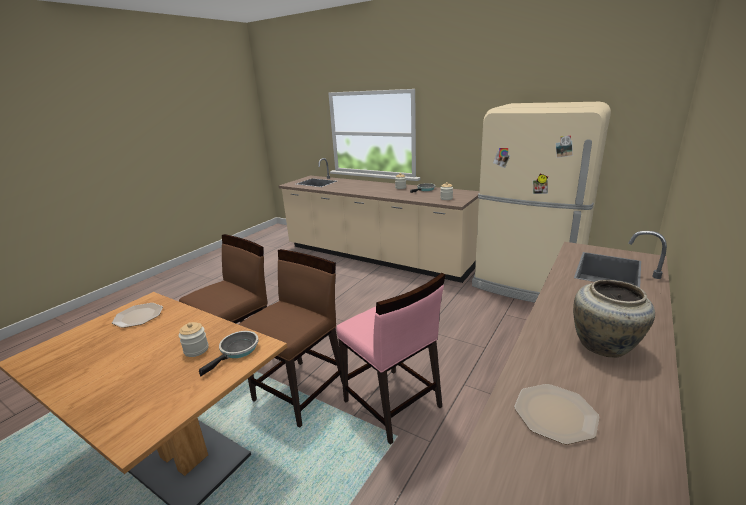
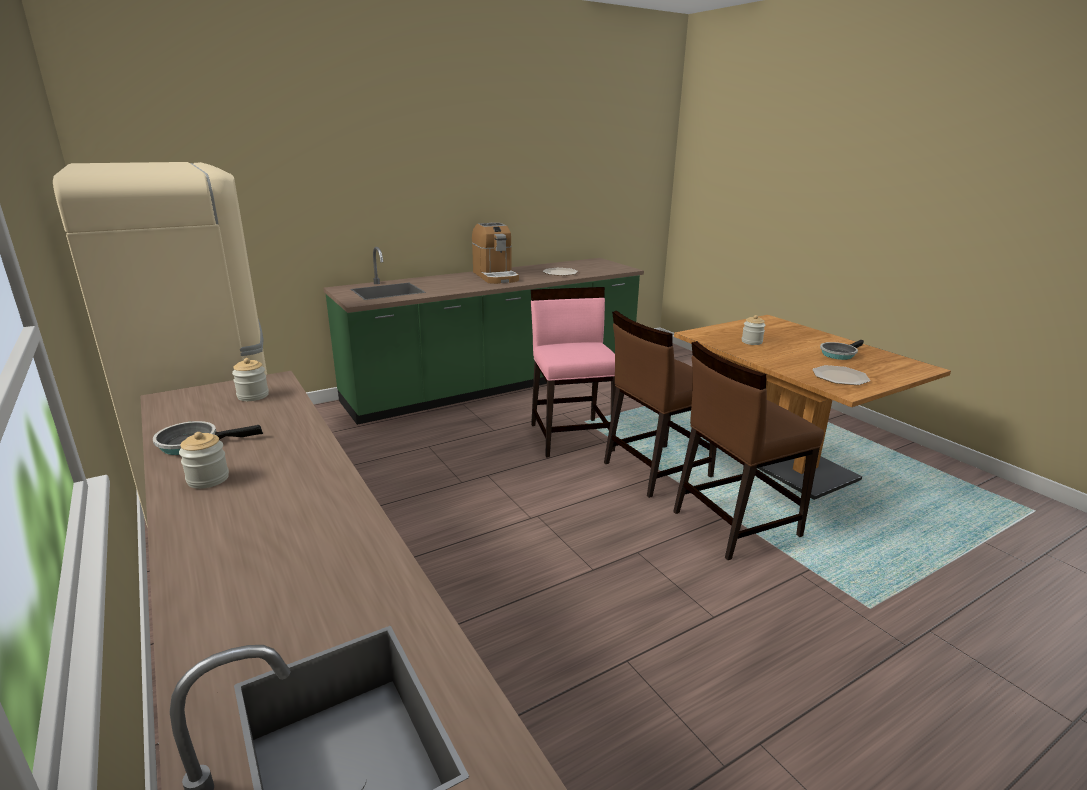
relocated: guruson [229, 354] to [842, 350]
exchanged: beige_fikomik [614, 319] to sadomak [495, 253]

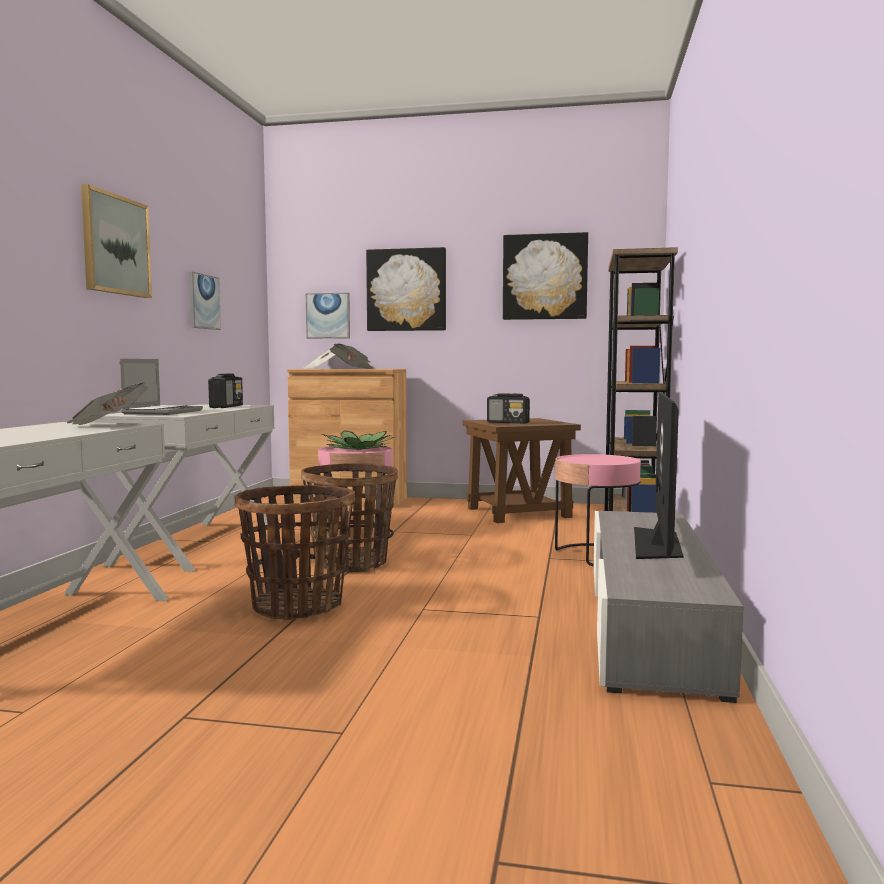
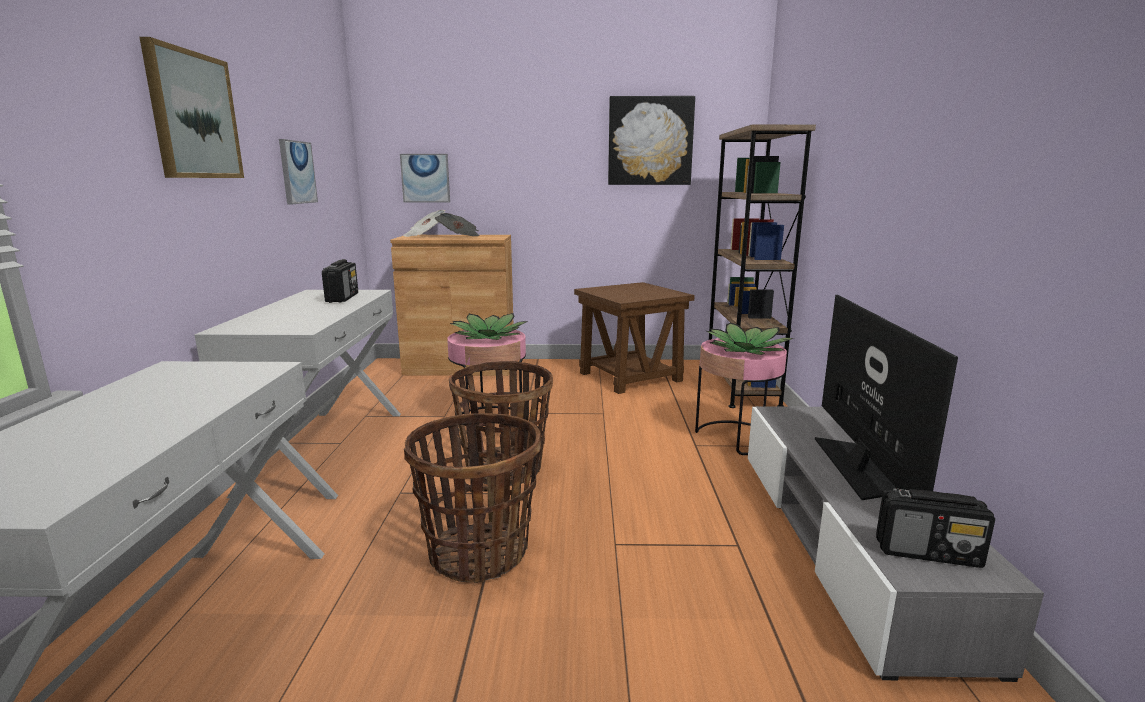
missing: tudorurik [107, 403]; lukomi [161, 387]; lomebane [406, 289]
appeared: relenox [749, 339]
relocated: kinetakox [508, 408] to [935, 528]

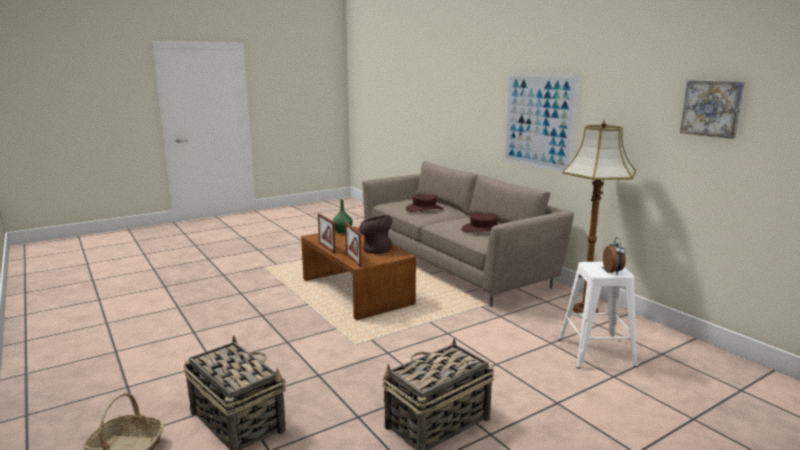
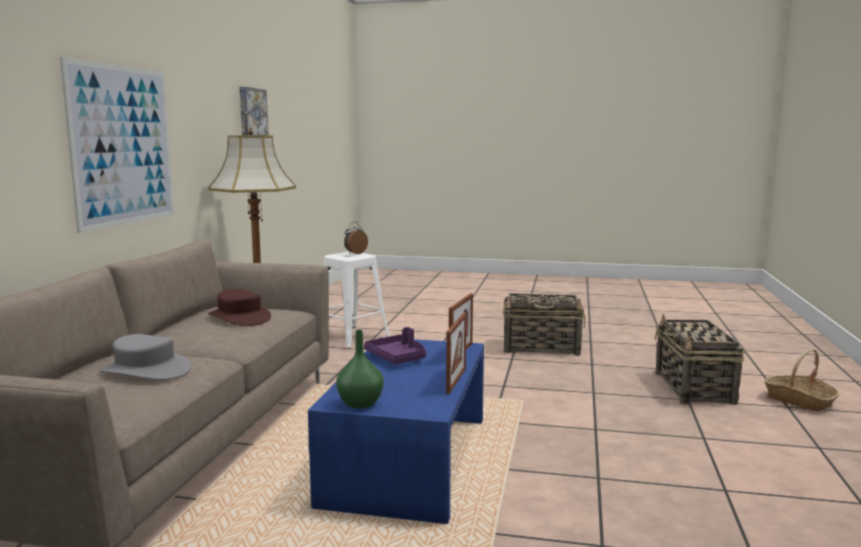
exchanged: brown_fikomik [375, 234] to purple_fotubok [395, 345]
colour: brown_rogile [358, 273] to blue_rogile [396, 430]; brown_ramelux [424, 203] to grey_ramelux [146, 357]

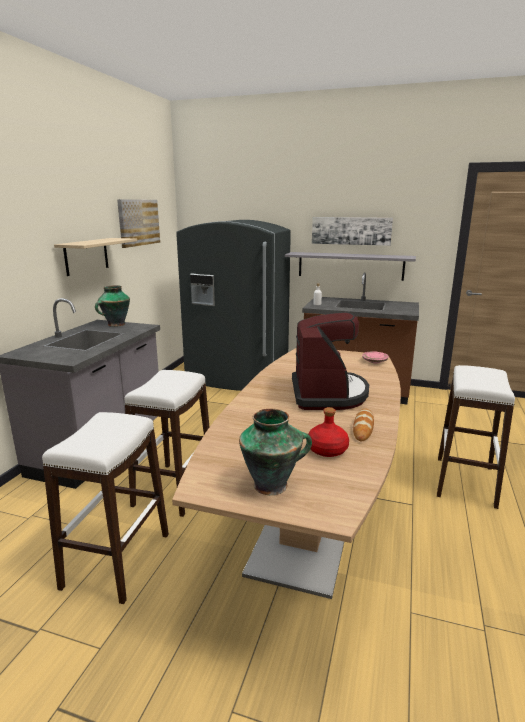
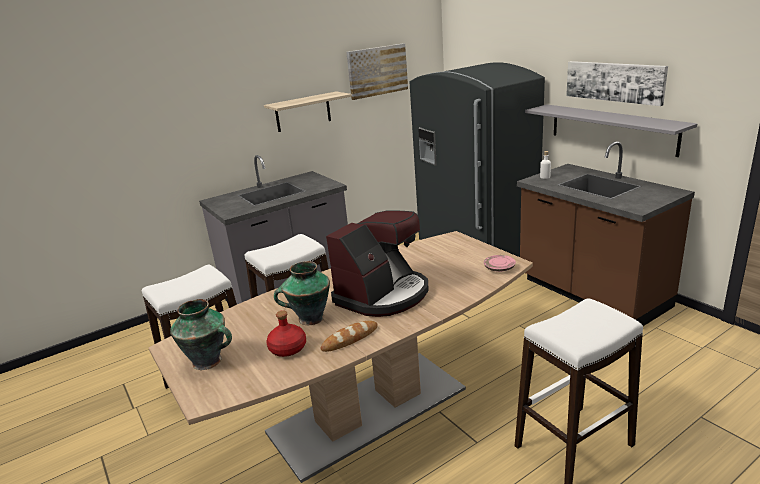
relocated: fikomik [112, 306] to [302, 293]

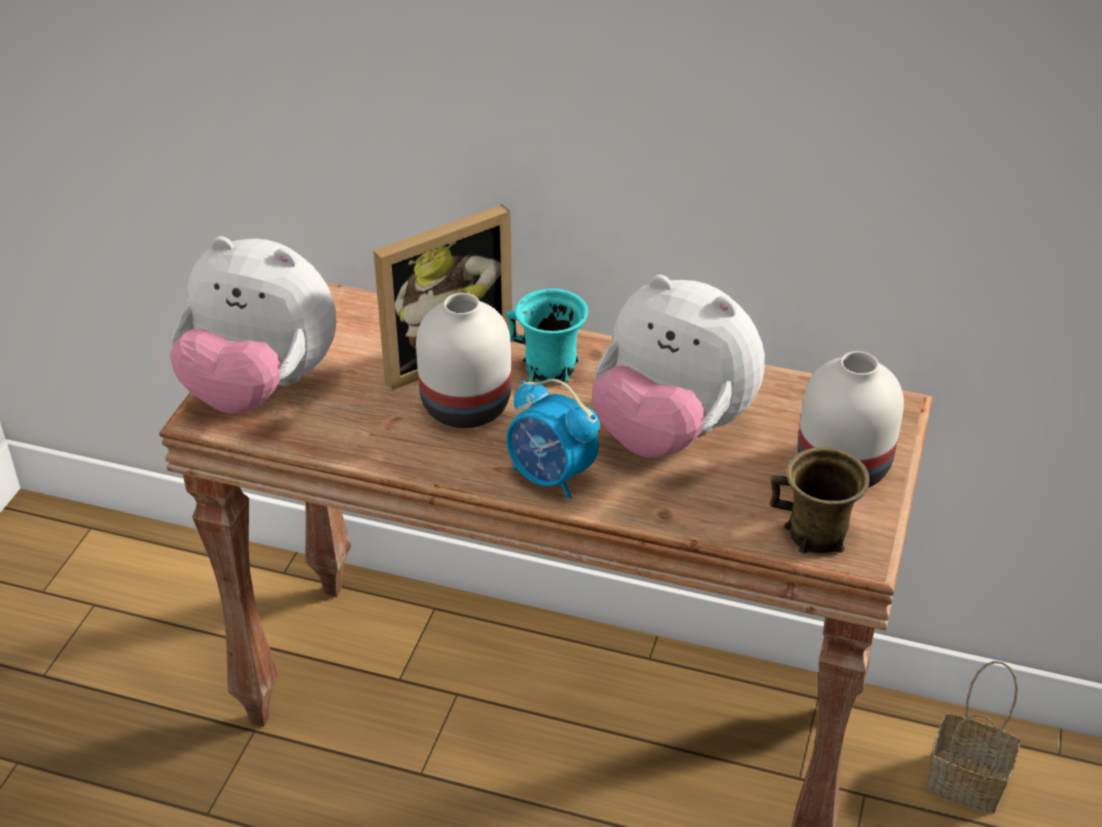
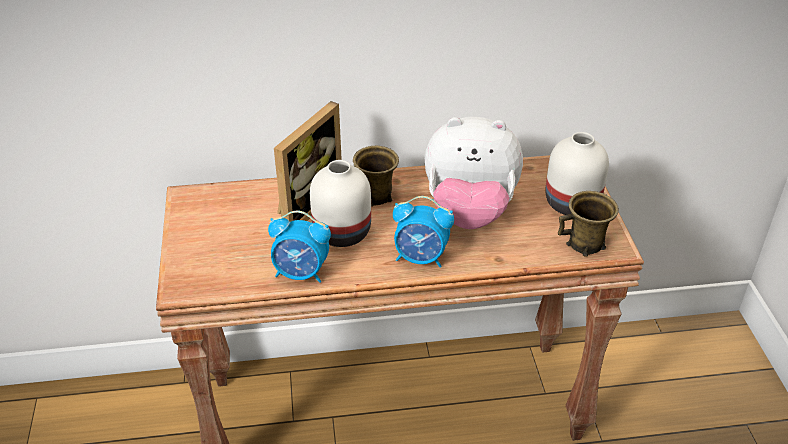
missing: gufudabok [253, 325]; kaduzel [973, 737]
appeared: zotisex [299, 247]
colour: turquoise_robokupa [547, 336] to brown_robokupa [376, 176]

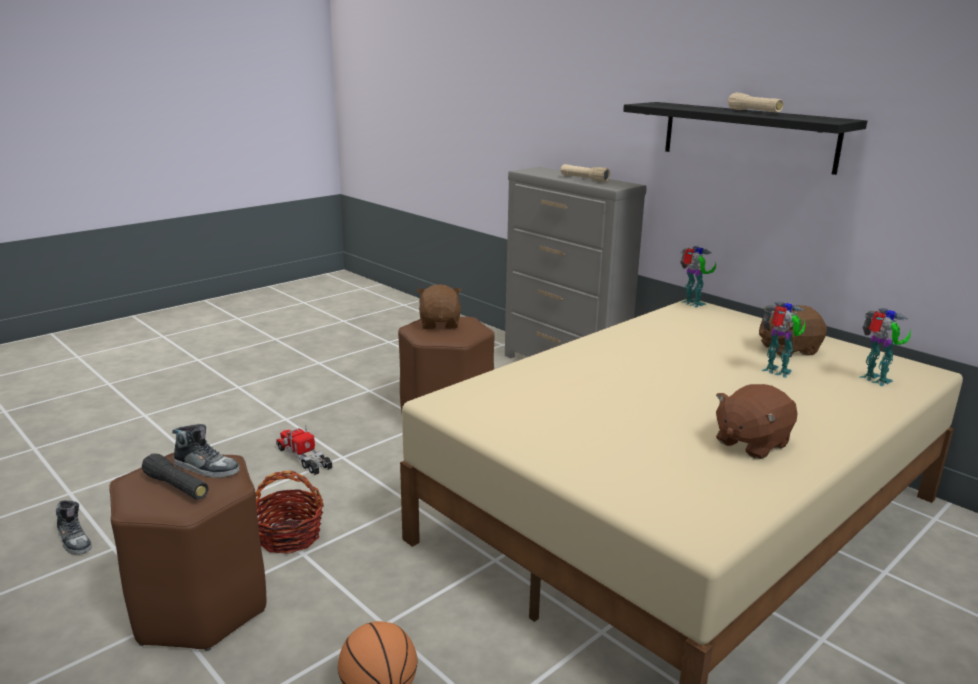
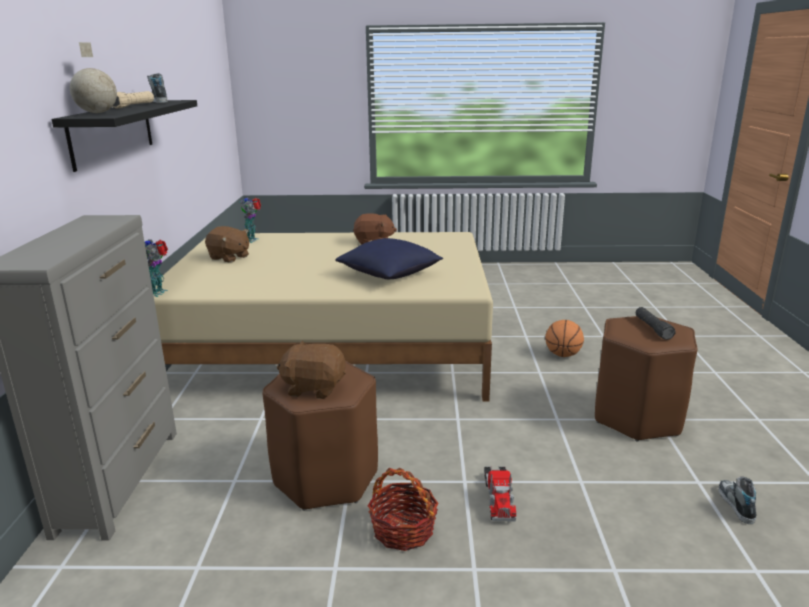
missing: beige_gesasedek [585, 173]; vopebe [783, 339]
appeared: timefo [93, 77]; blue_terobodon [389, 258]
relocated: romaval [205, 451] to [157, 88]; kaduzel [289, 512] to [403, 509]
spun: brown_gufudabok [439, 306] = [311, 370] 60 degrees clockwise

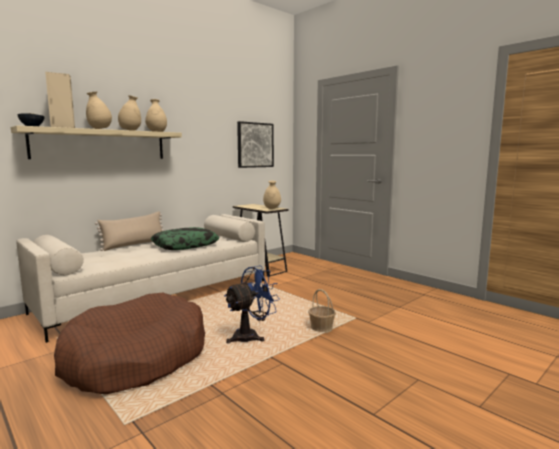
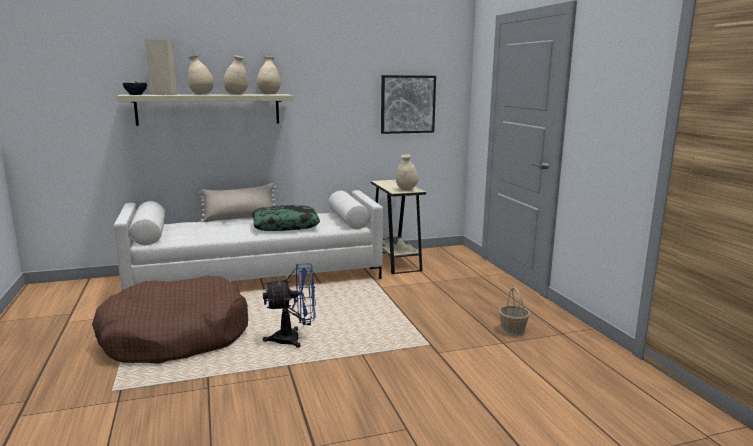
relocated: kaduzel [322, 311] to [514, 311]

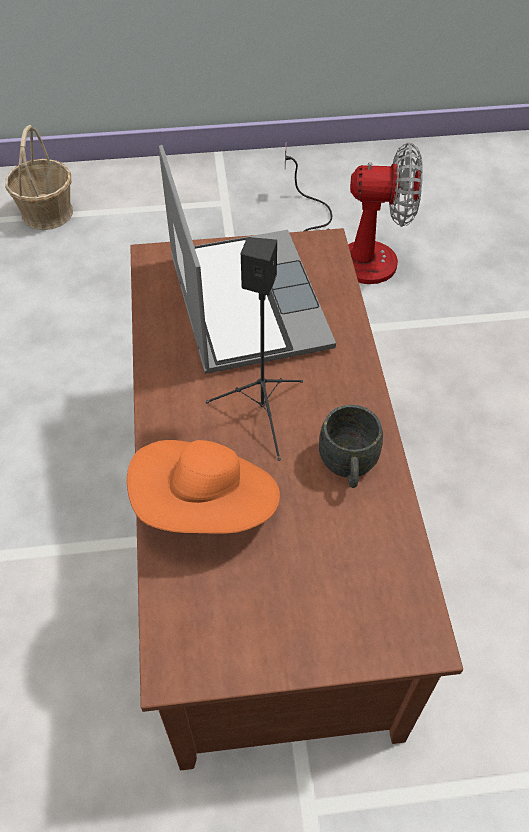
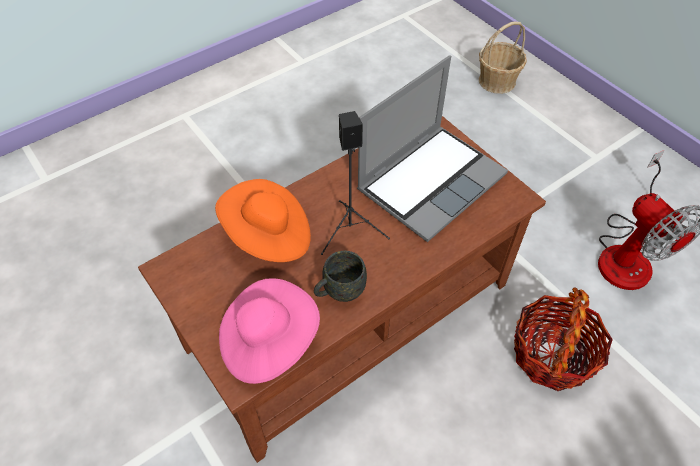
appeared: pink_ramelux [269, 331]; kaduzel [563, 339]

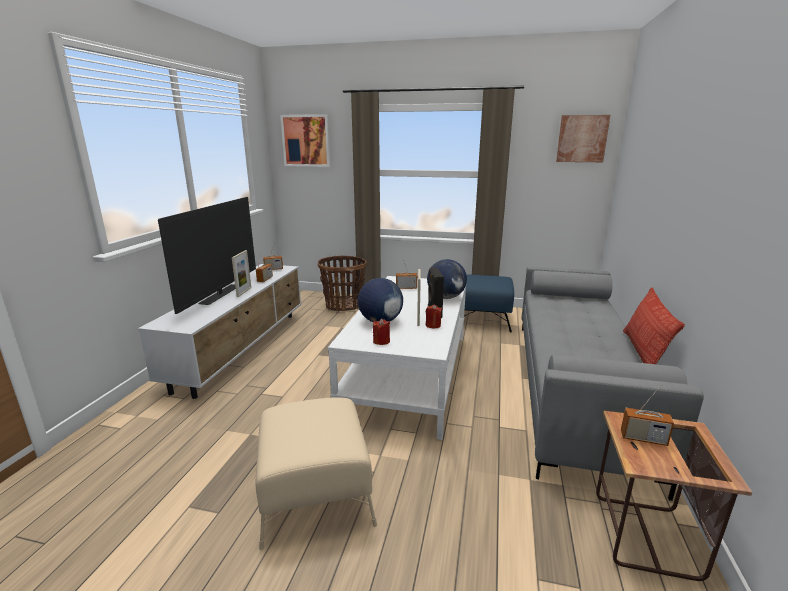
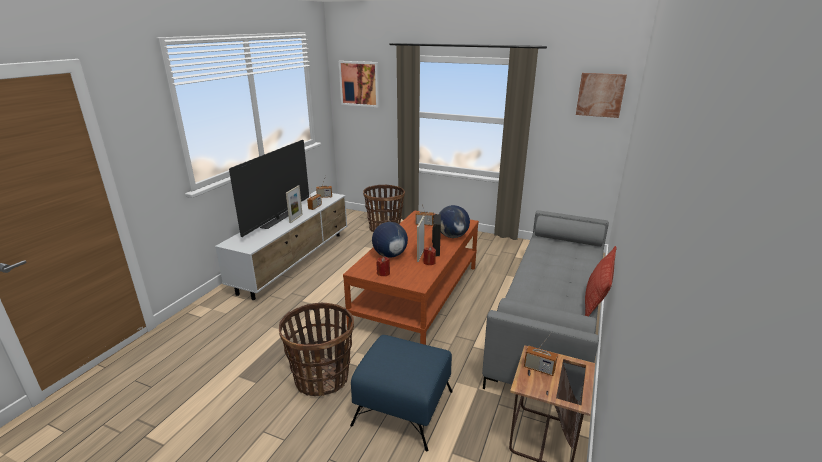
relocated: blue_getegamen [489, 303] to [401, 393]
exchanged: beige_getegamen [316, 473] to kaduzel [316, 349]
colour: white_rogile [397, 358] to brown_rogile [411, 277]

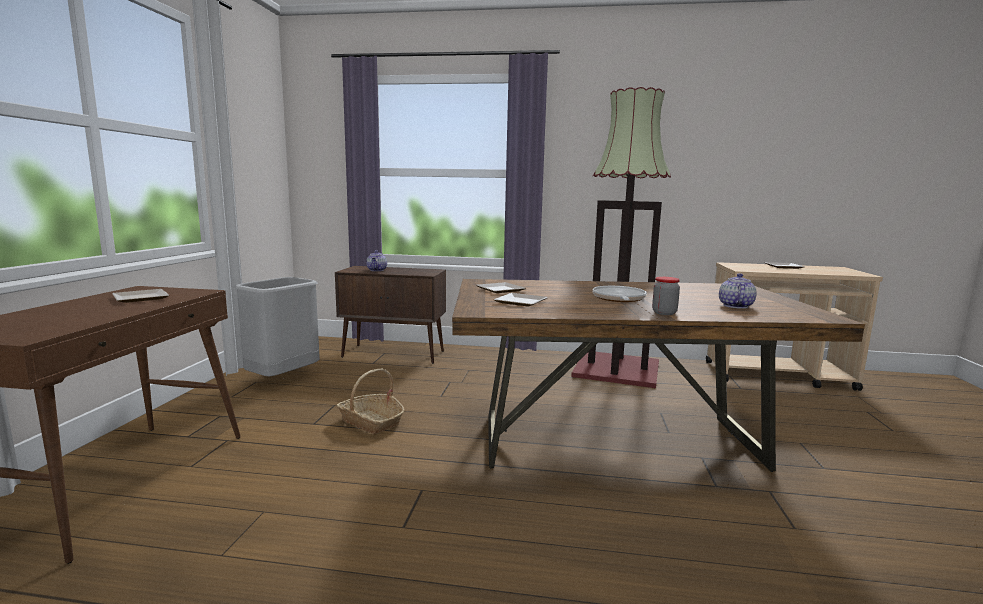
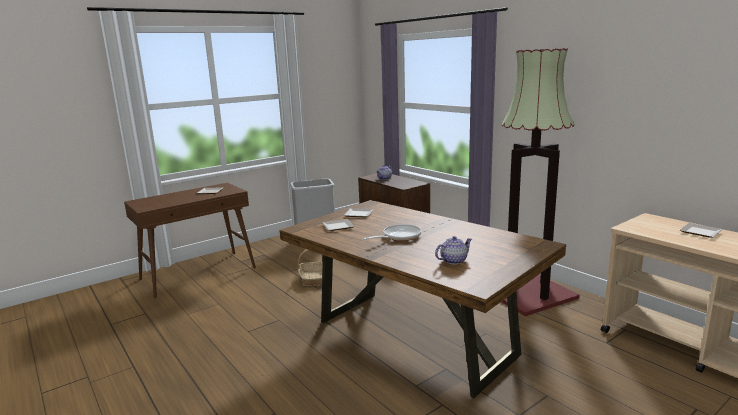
missing: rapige [666, 296]

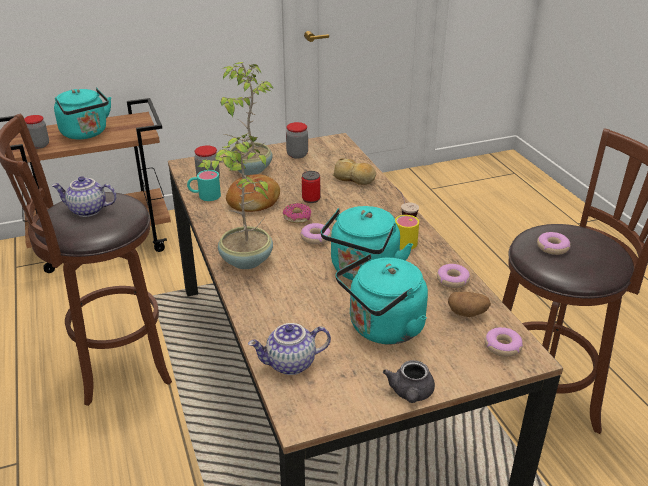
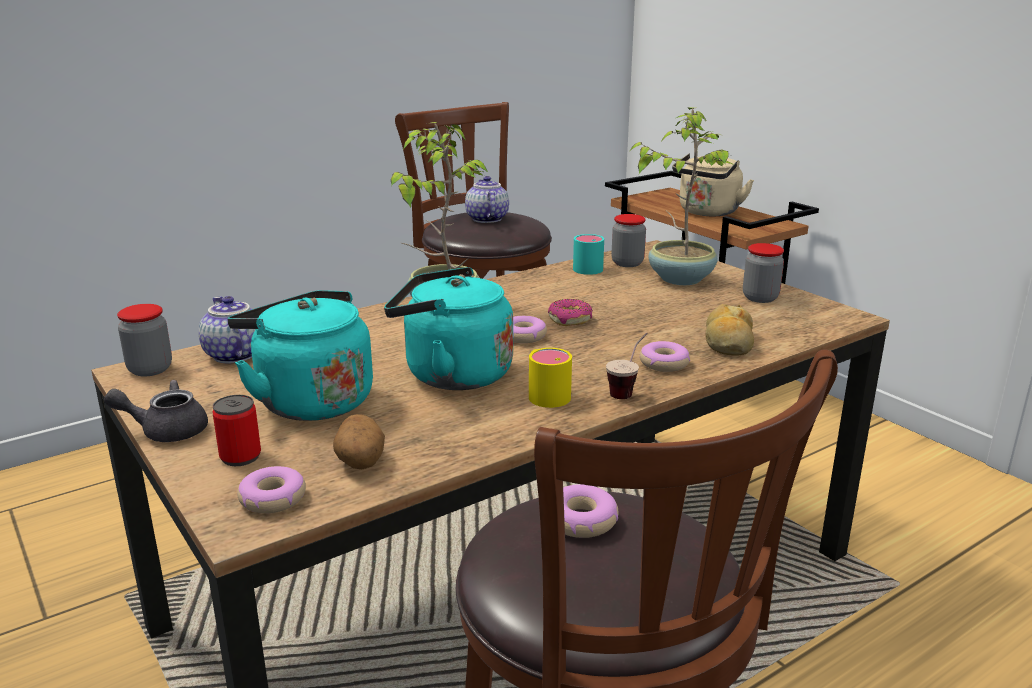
missing: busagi [253, 193]
relocated: rapige [36, 132] to [144, 340]; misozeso [311, 187] to [236, 430]; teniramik [453, 276] to [665, 356]
colour: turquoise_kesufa [82, 113] to beige_kesufa [713, 184]

